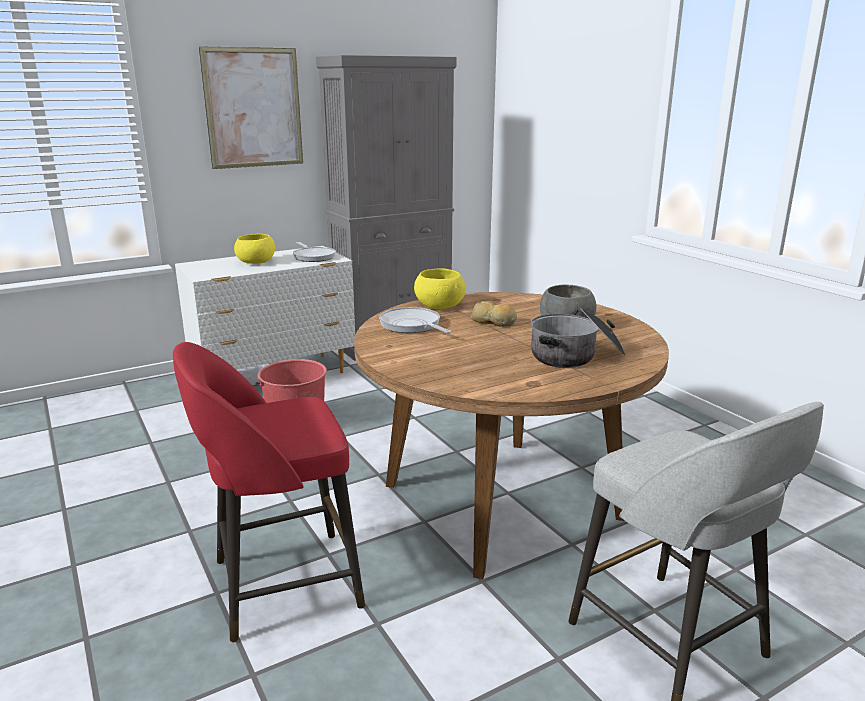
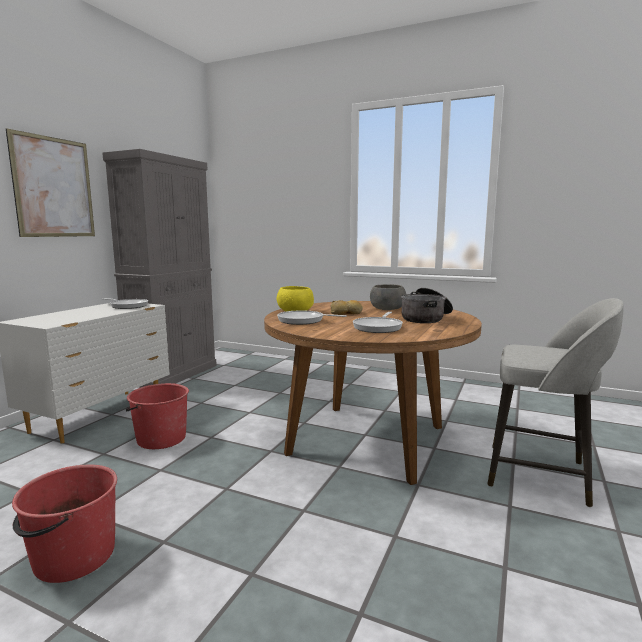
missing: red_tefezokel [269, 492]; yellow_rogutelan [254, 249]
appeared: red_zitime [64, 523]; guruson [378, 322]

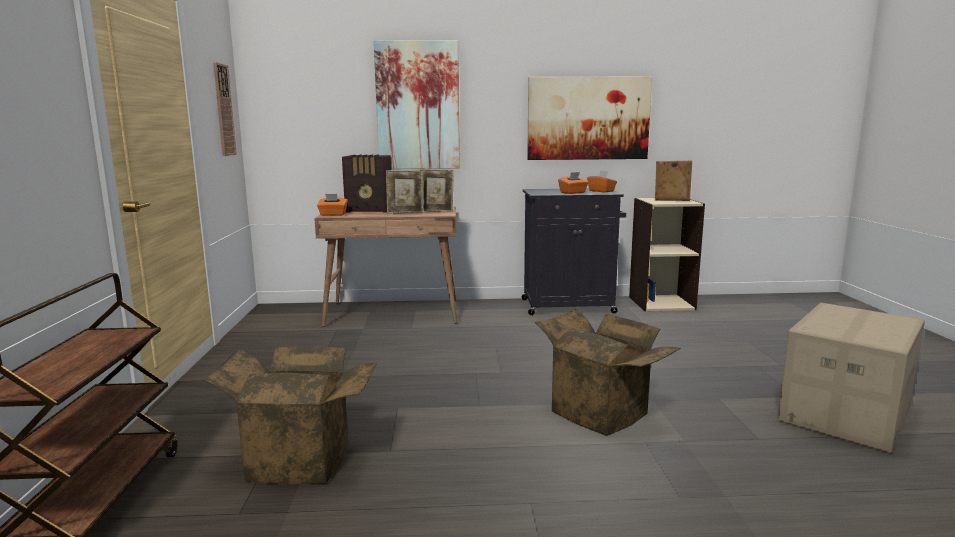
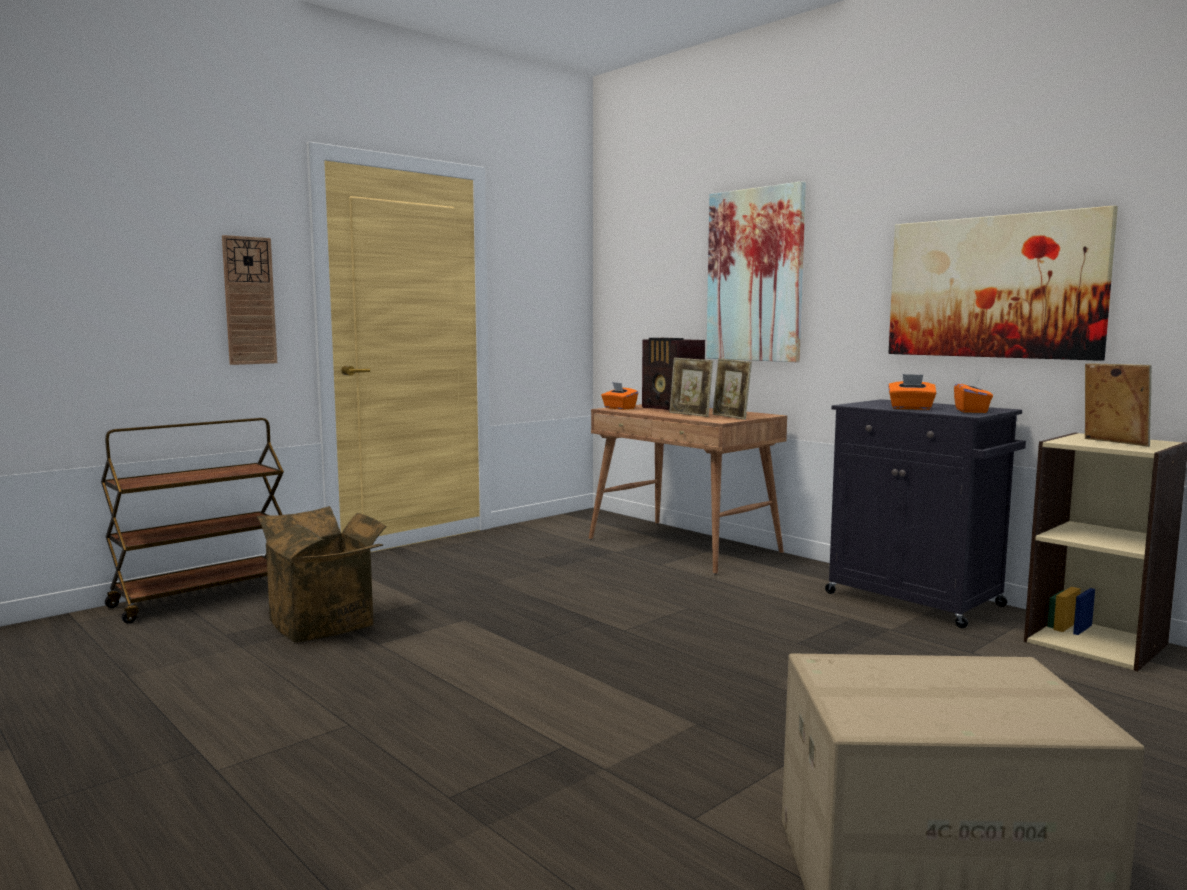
missing: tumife [607, 372]
relocated: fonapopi [225, 109] to [249, 300]

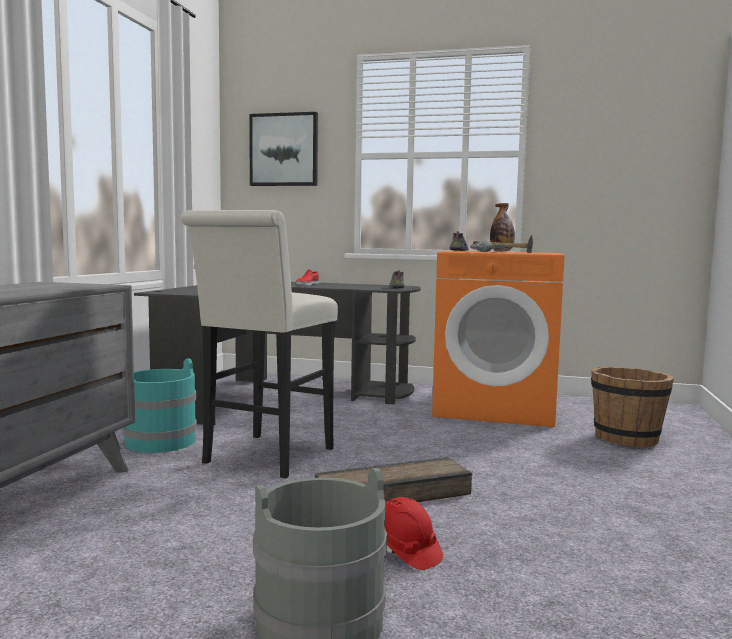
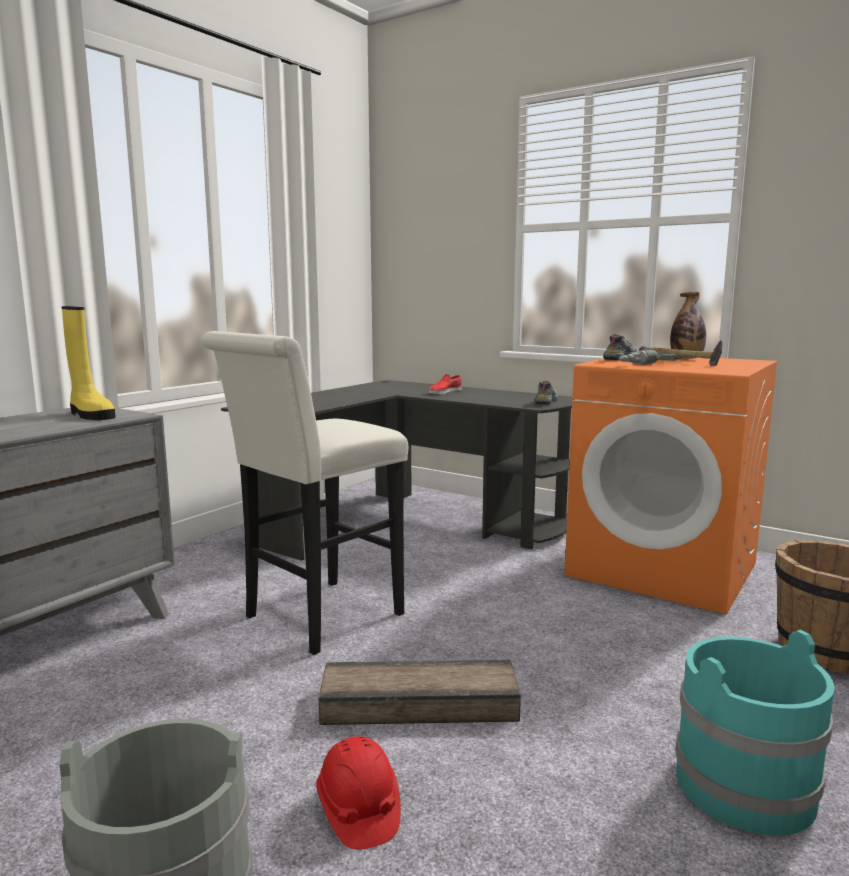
missing: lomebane [283, 149]
appeared: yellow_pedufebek [88, 363]
relocated: turquoise_zitime [160, 405] to [755, 733]

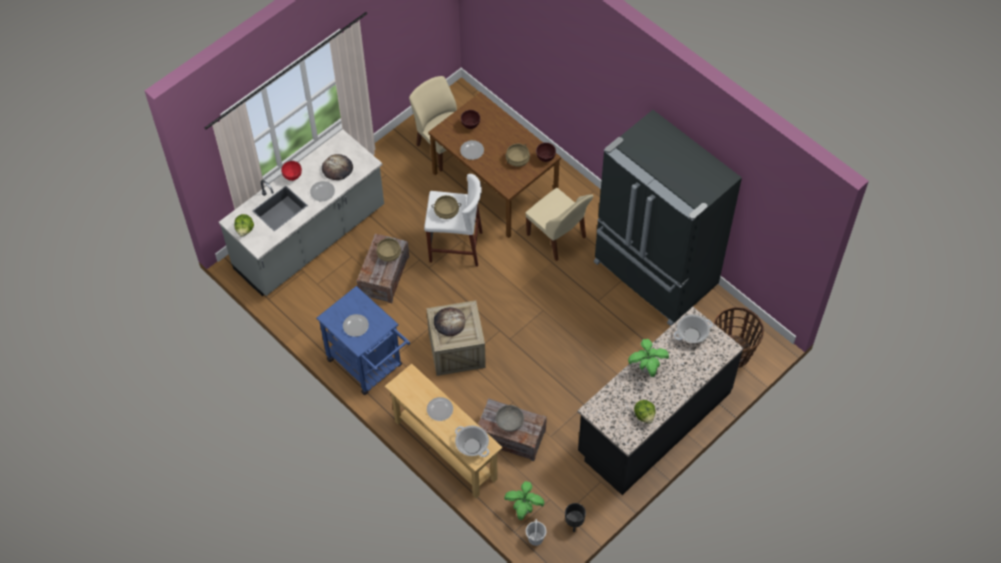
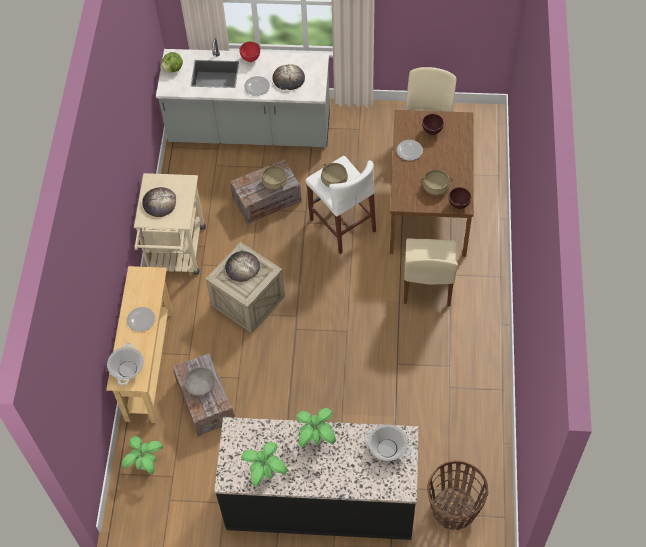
missing: white_zitime [536, 532]; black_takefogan [575, 517]; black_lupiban [668, 218]
exchanged: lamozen [356, 325] to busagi [159, 202]; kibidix [645, 412] to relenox [264, 464]
colour: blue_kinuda [363, 340] to beige_kinuda [170, 223]

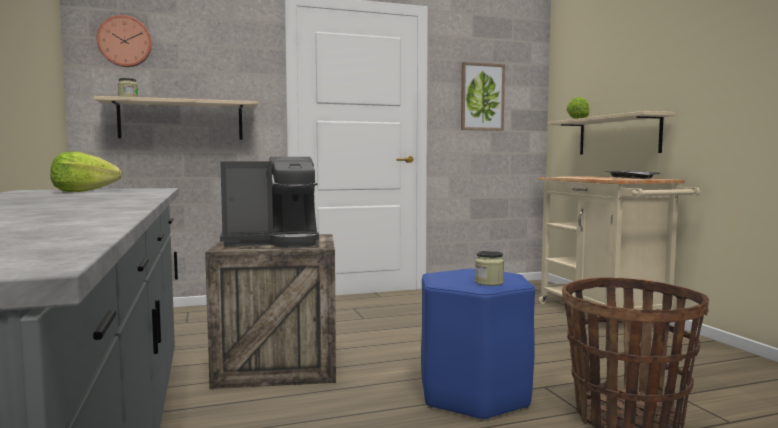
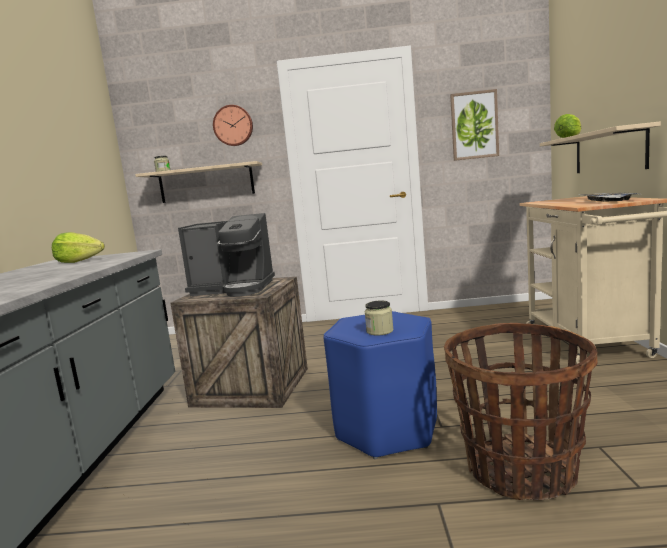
relocated: fonapopi [124, 41] to [233, 125]

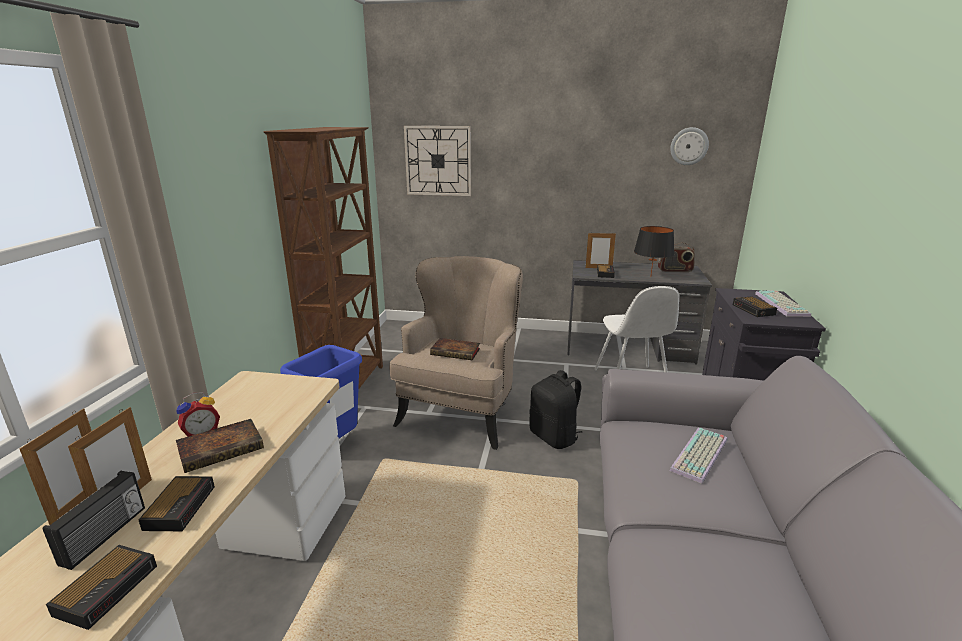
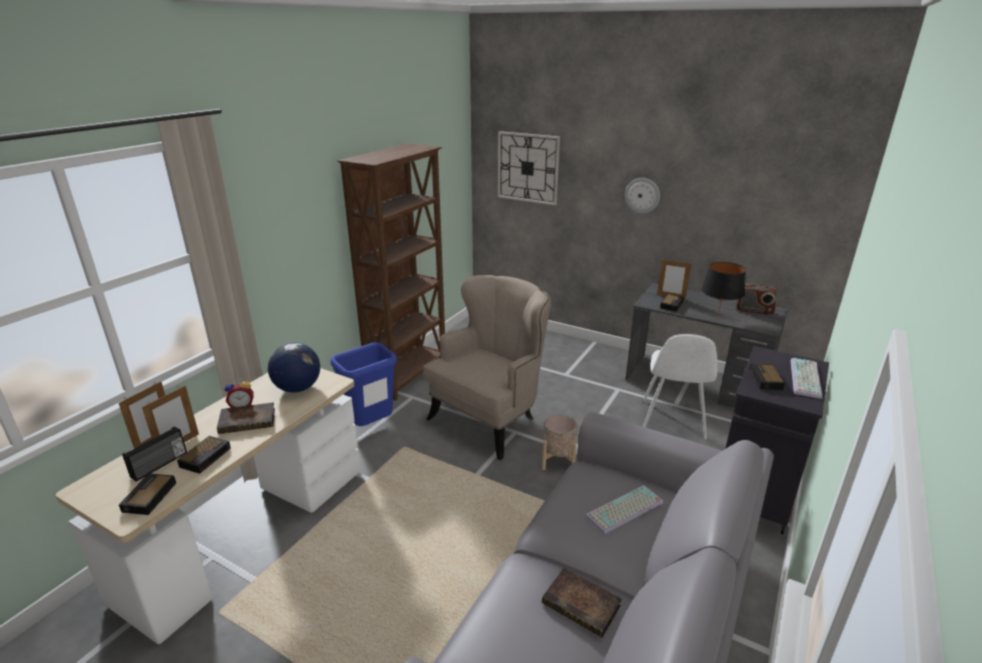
appeared: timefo [294, 367]
relocated: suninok [455, 349] to [582, 603]; fonapopi [689, 146] to [642, 195]
exchanged: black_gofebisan [555, 409] to beige_takefogan [560, 442]
spun: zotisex [101, 587] = [147, 494] 150 degrees clockwise

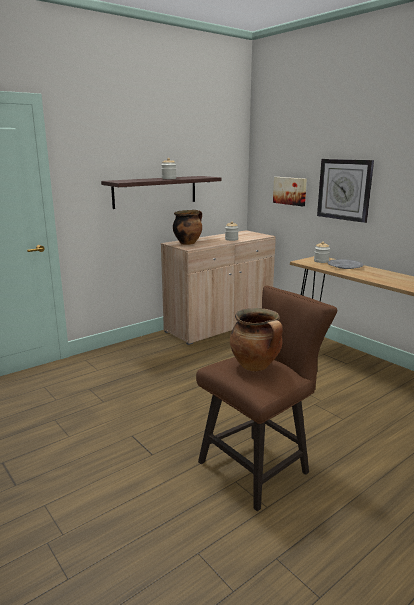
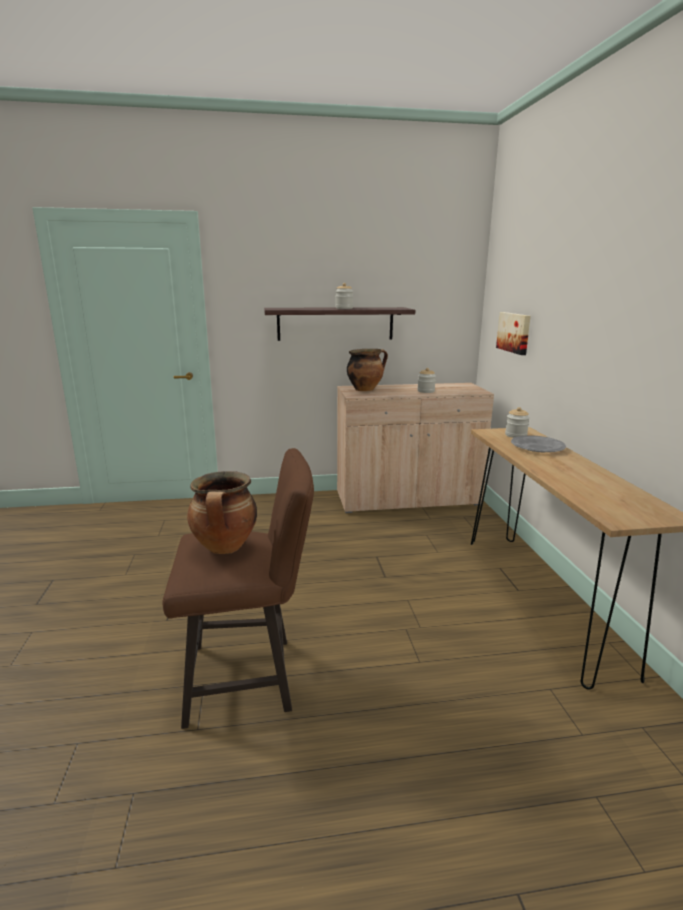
missing: fonapopi [345, 191]

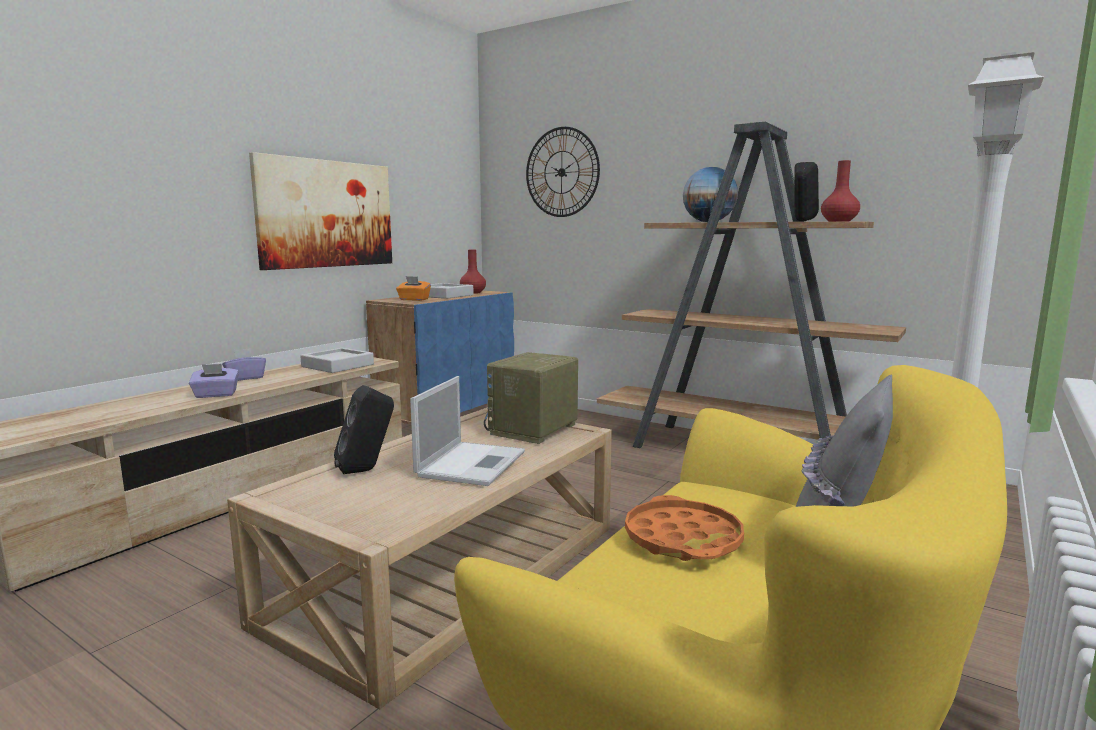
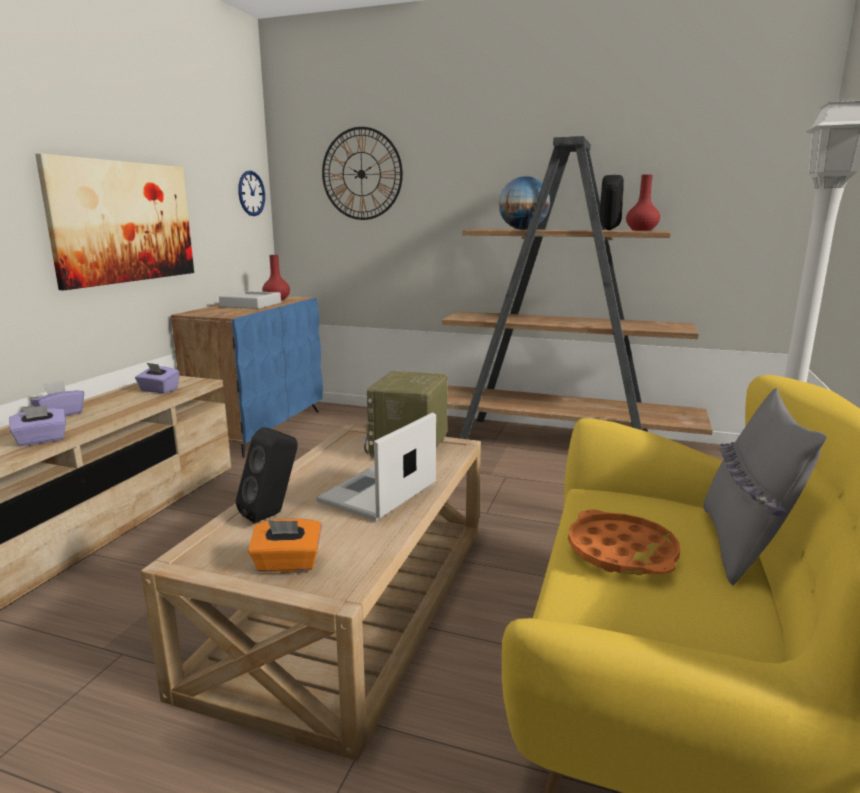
appeared: fonapopi [251, 193]
relocated: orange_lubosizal [413, 288] to [285, 545]
exchanged: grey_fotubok [337, 360] to purple_lubosizal [157, 378]
spun: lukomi [467, 431] = [376, 467] 150 degrees counterclockwise

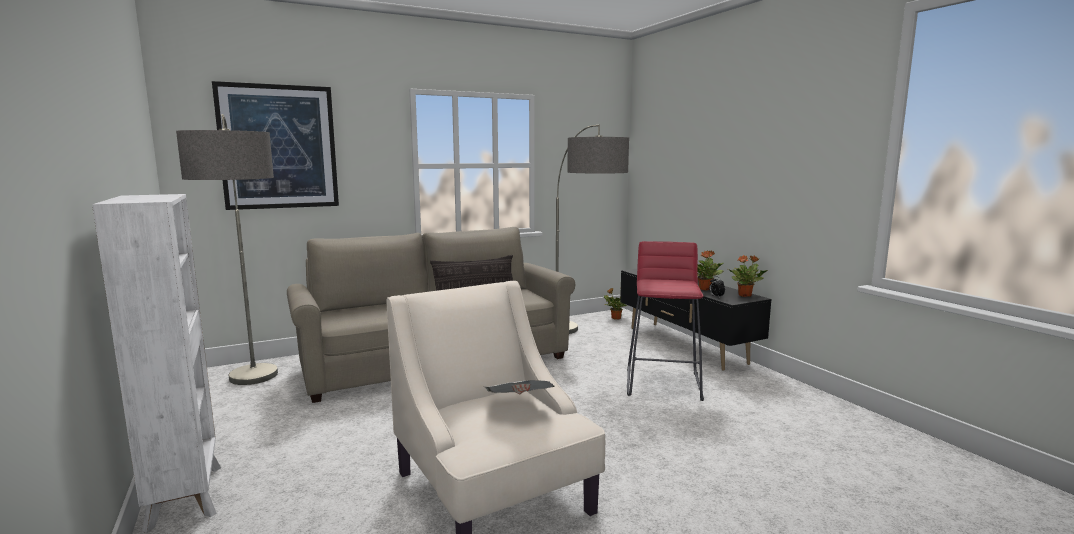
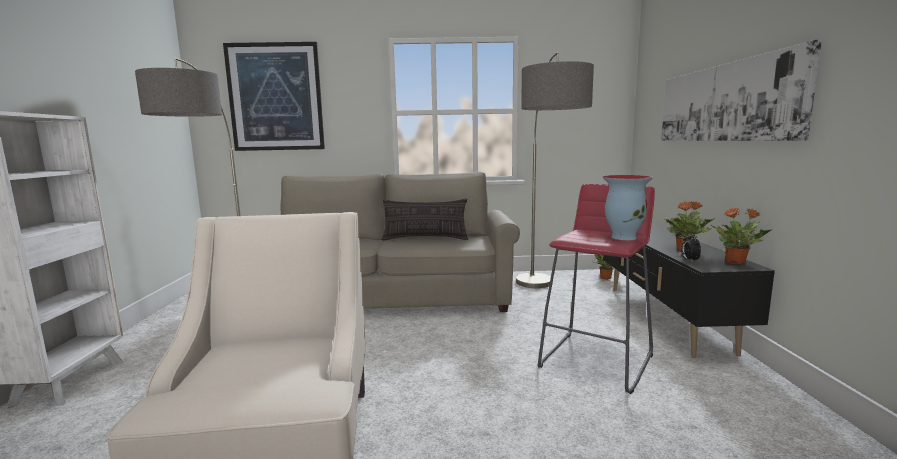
missing: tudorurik [520, 387]
appeared: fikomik [628, 207]; lomebane [741, 90]

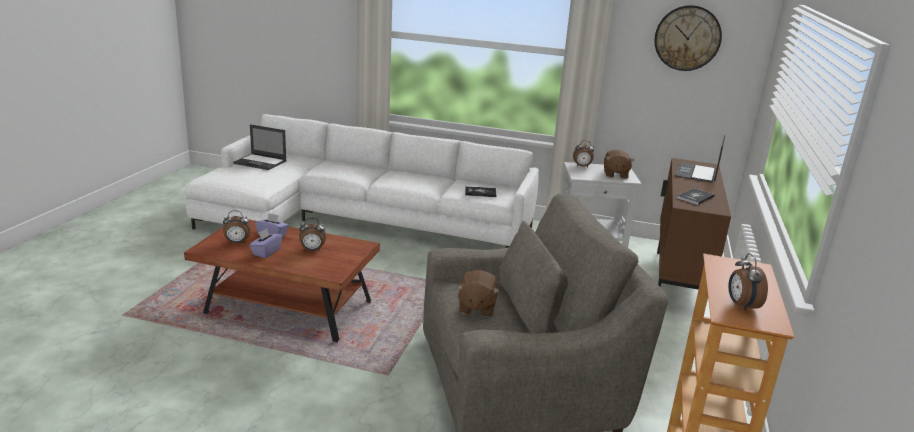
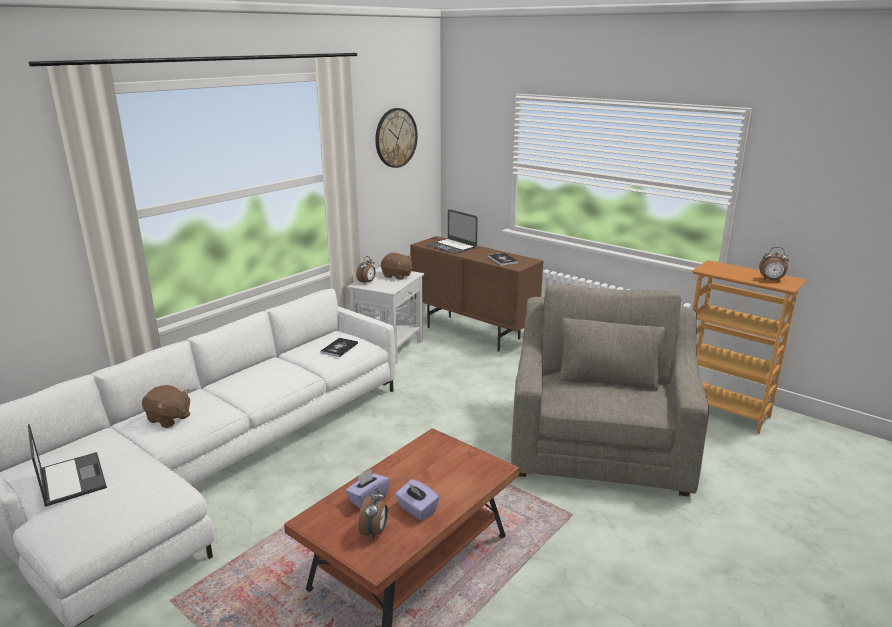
missing: zotisex [312, 234]
relocated: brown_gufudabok [478, 293] to [166, 406]
spun: lukomi [260, 147] = [67, 465] 75 degrees counterclockwise

